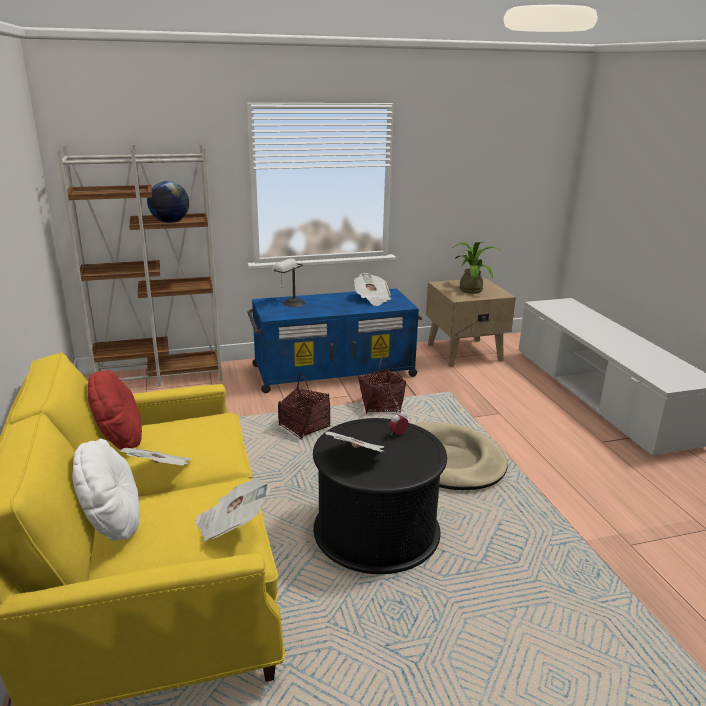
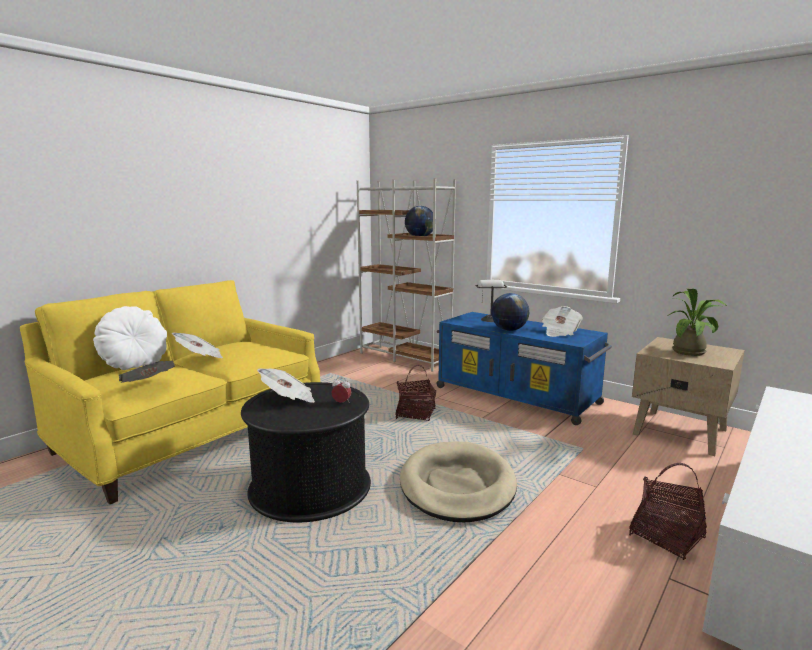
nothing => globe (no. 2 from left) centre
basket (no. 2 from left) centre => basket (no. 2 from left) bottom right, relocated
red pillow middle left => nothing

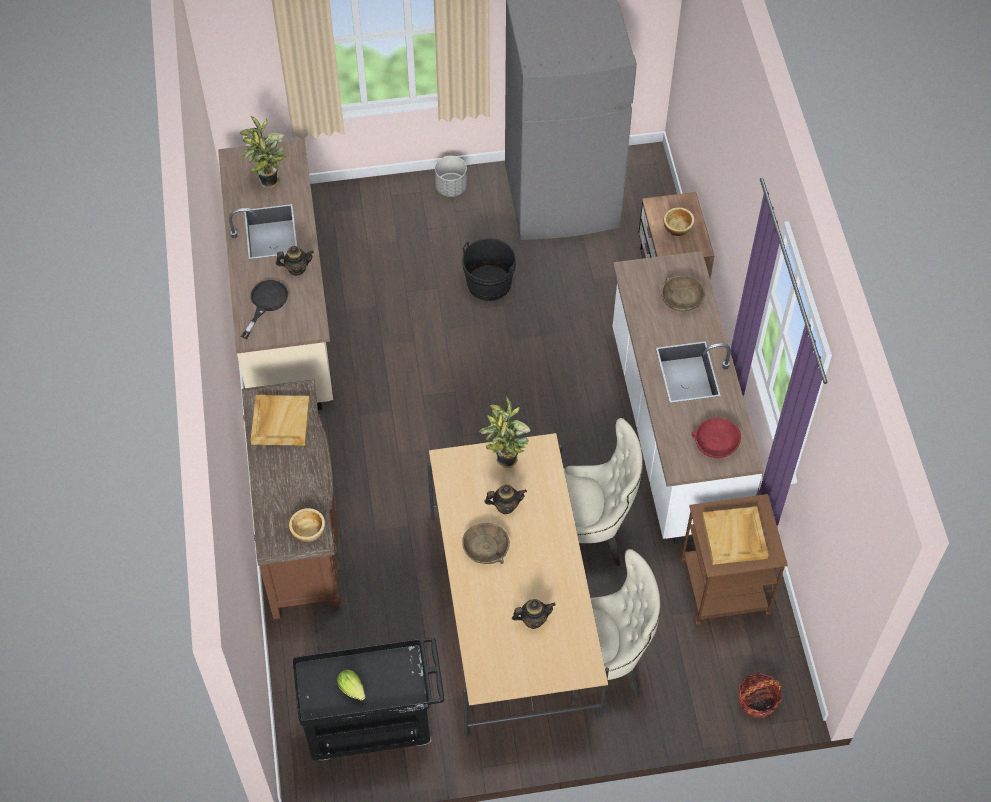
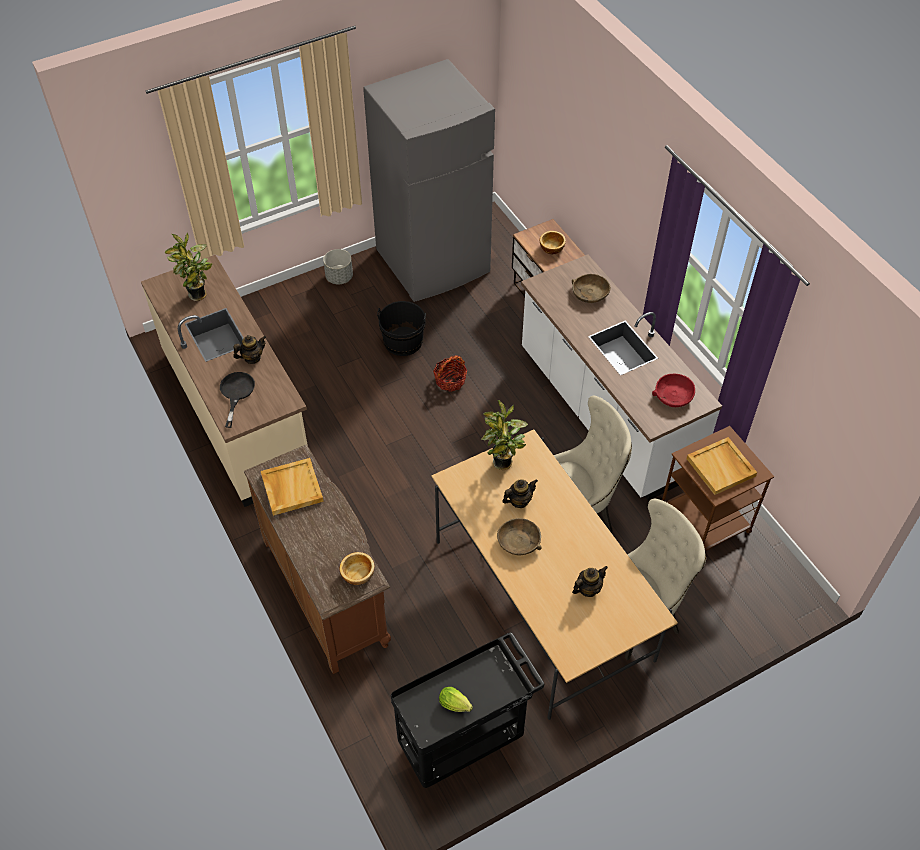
basket bottom right => basket centre, relocated

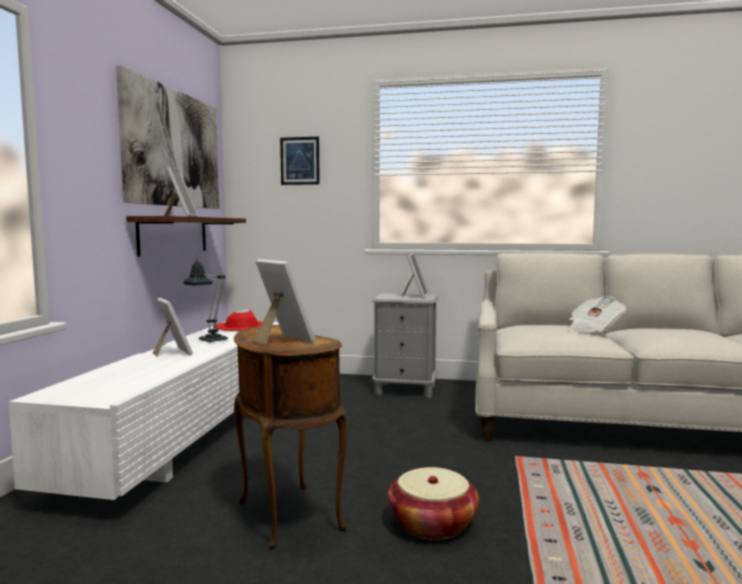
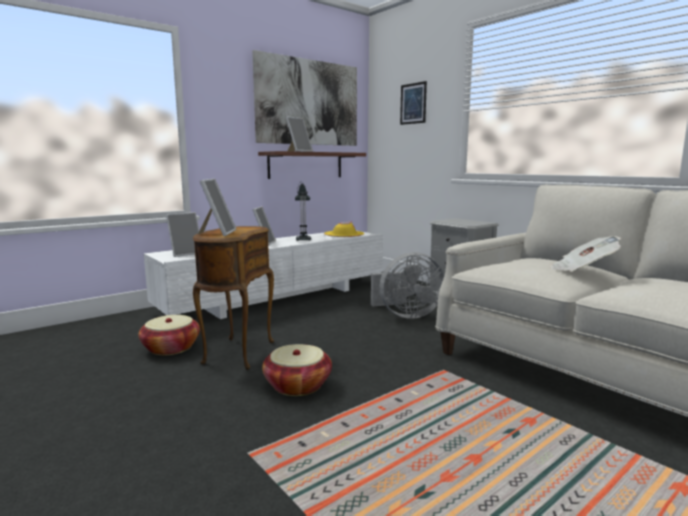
nothing => basket (no. 1 from left) middle left
picture frame (no. 4 from left in the first image) centre => picture frame (no. 1 from left) middle left, relocated
red hat middle left => yellow hat centre
nothing => grey fan centre

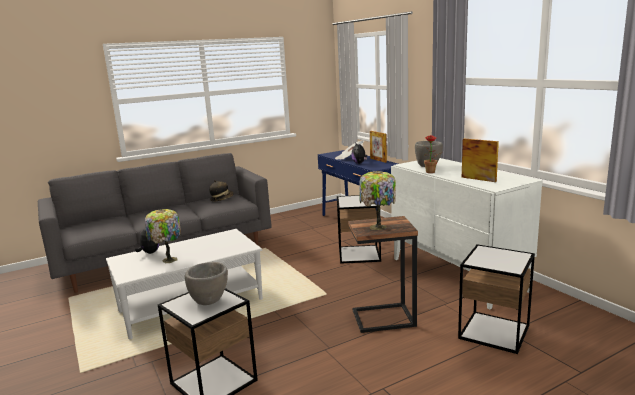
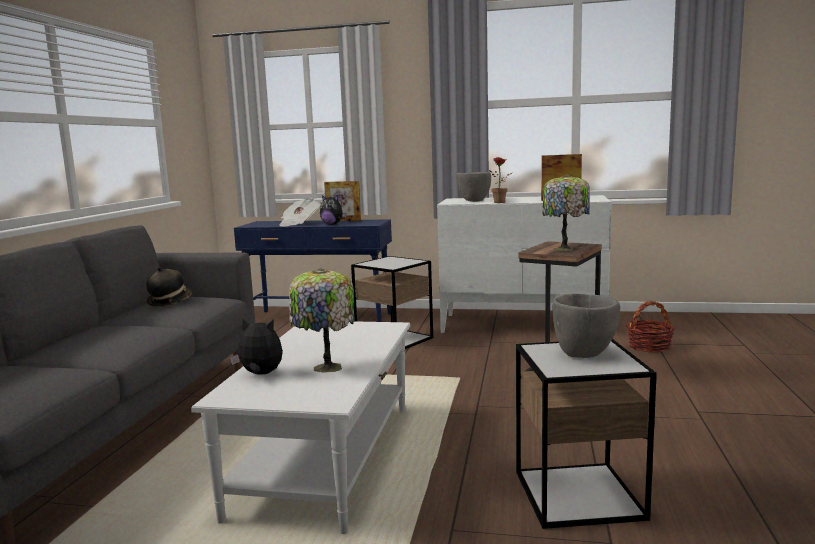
side table (no. 4 from left) bottom right => basket middle right

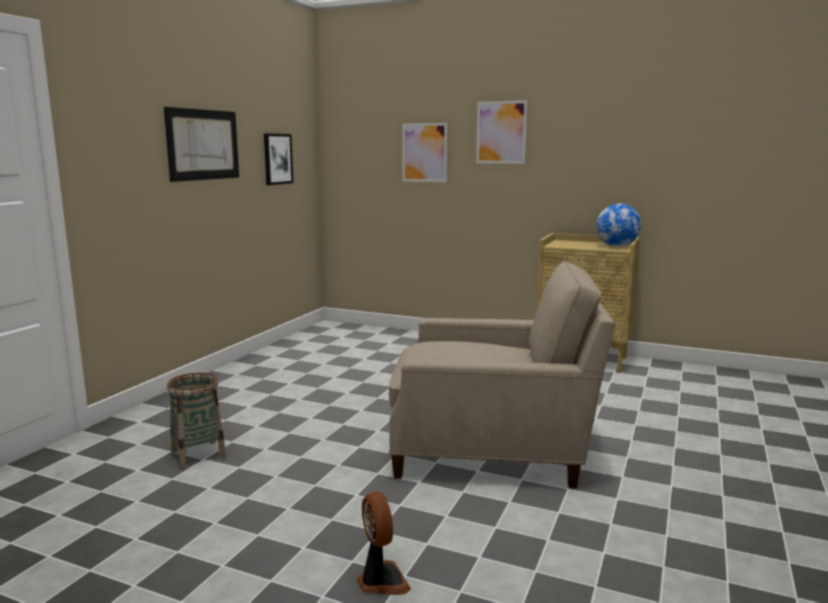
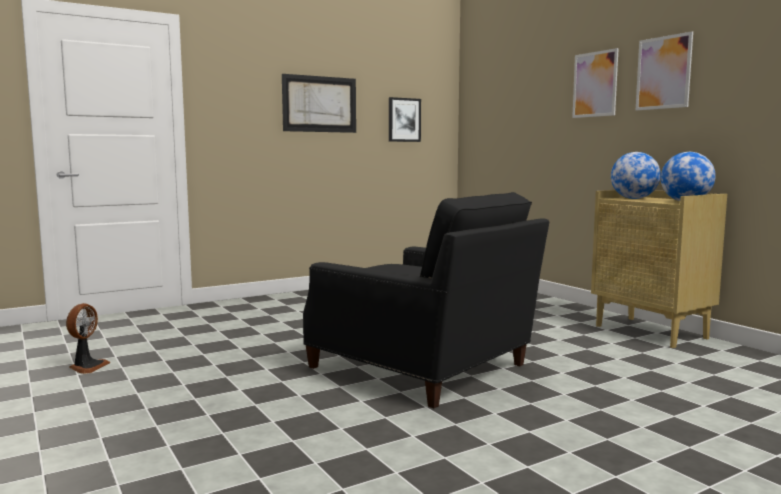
fan bottom centre => fan bottom left, relocated
beige armchair centre => black armchair centre
nothing => globe (no. 1 from left) middle right
picture (no. 3 from left in the first image) top centre => picture (no. 4 from left) top right, relocated
basket bottom left => nothing

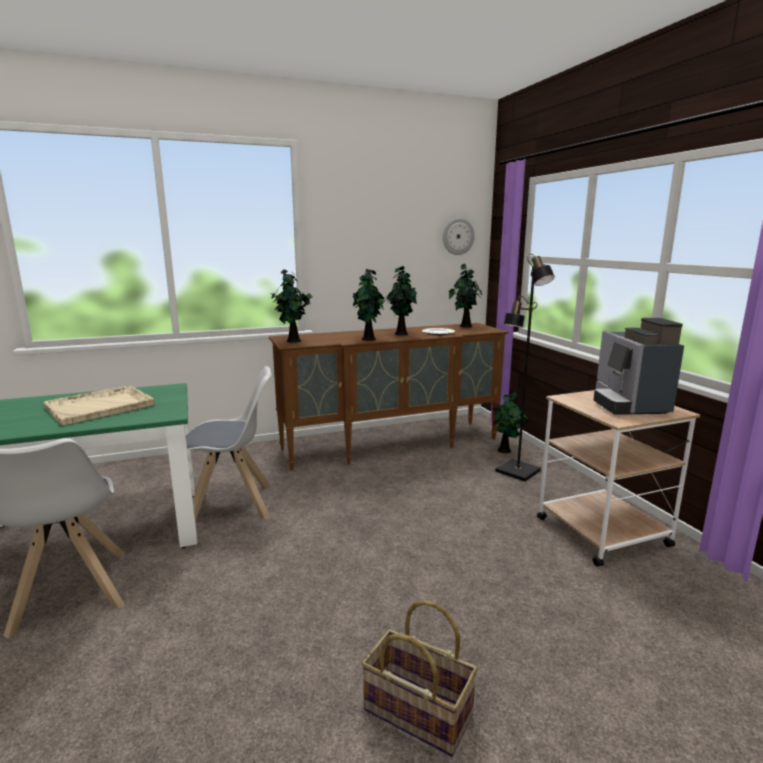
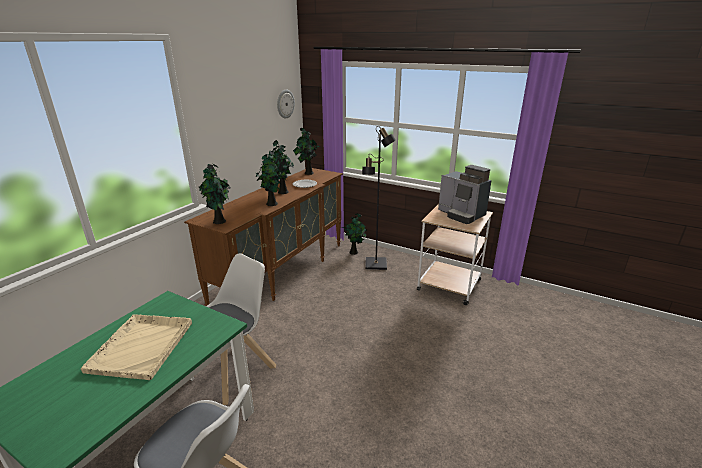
basket bottom centre => nothing

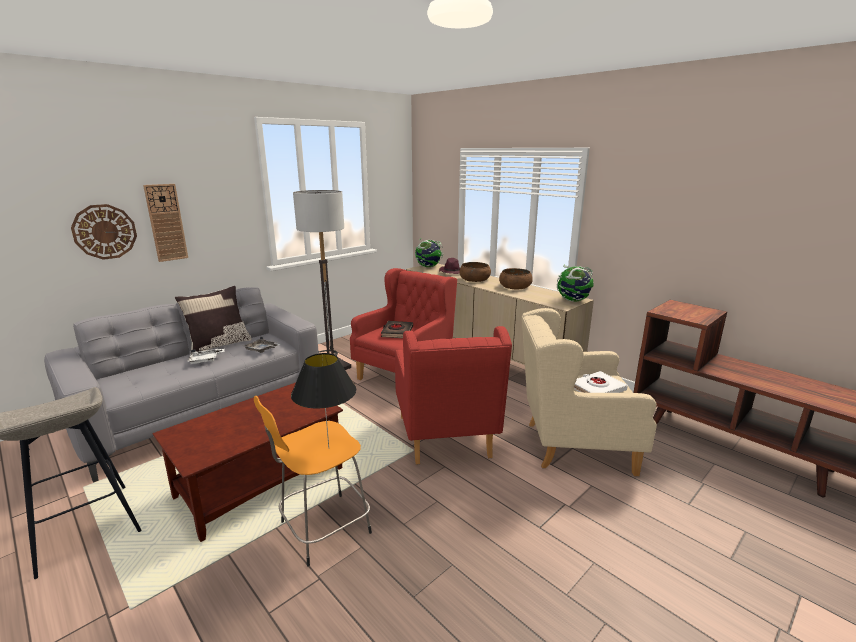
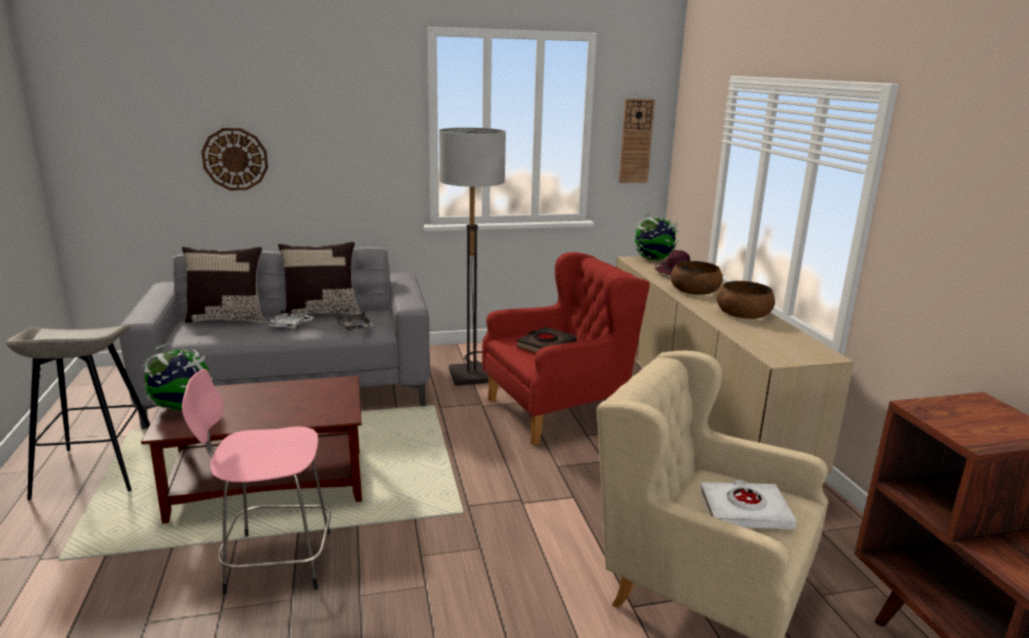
globe (no. 2 from left in the first image) middle right => globe (no. 1 from left) middle left, relocated
nothing => pillow (no. 1 from left) middle left
orange stool bottom centre => pink stool bottom left
wall clock (no. 2 from left) middle left => wall clock (no. 2 from left) top centre, relocated
black table lamp centre => nothing
red armchair (no. 2 from left) centre => nothing

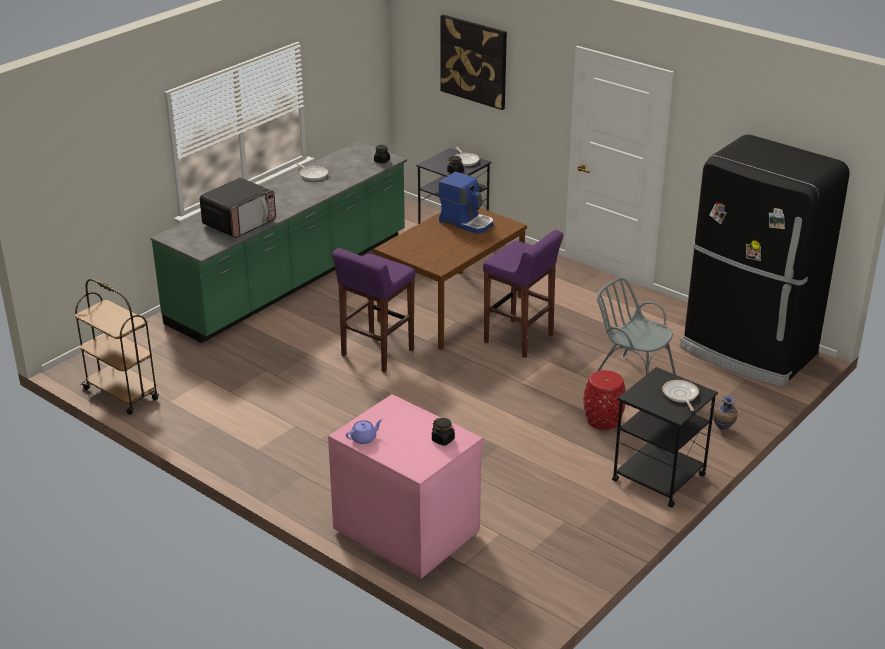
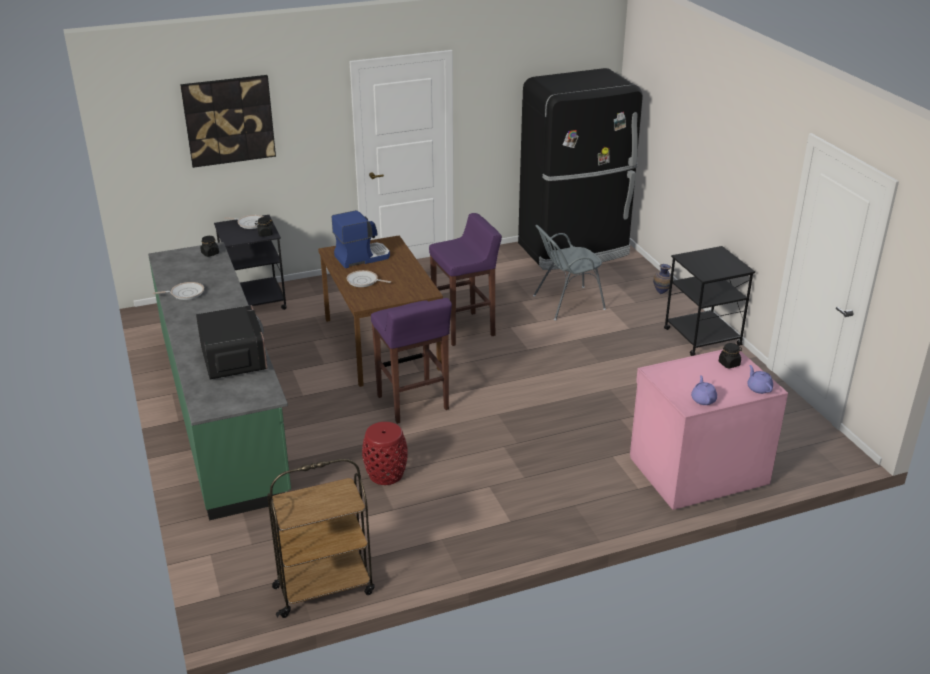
frying pan (no. 3 from left) middle right => frying pan (no. 3 from left) centre, relocated
red stool middle right => red stool bottom centre, relocated
nothing => purple teapot (no. 2 from left) middle right

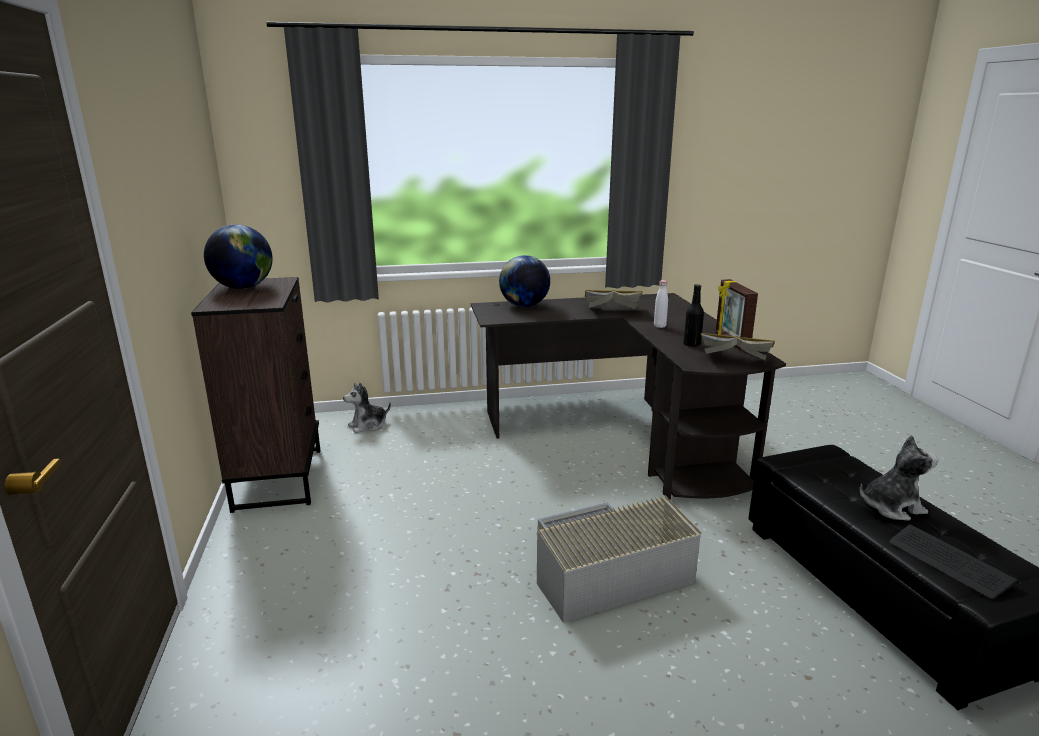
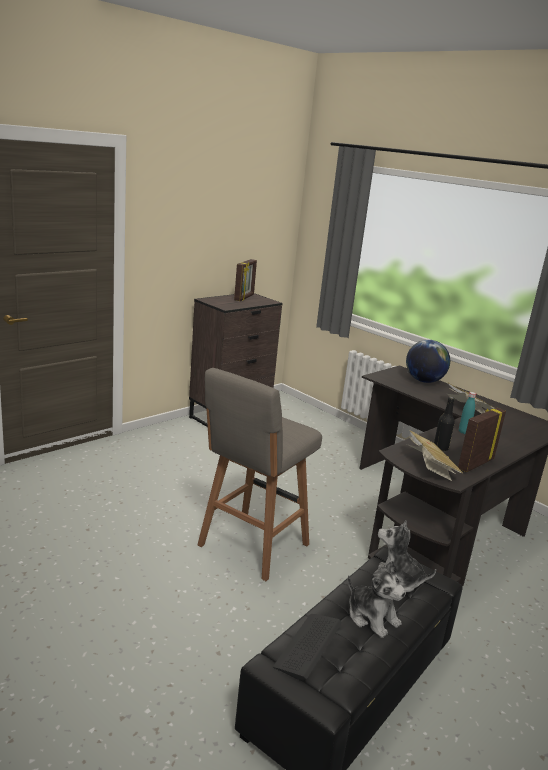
grey storage box bottom centre => grey stool centre
globe (no. 1 from left) middle left => picture frame (no. 1 from left) centre
plush toy (no. 1 from left in the first image) centre => plush toy (no. 2 from left) bottom right, relocated
white bottle centre => turquoise bottle middle right

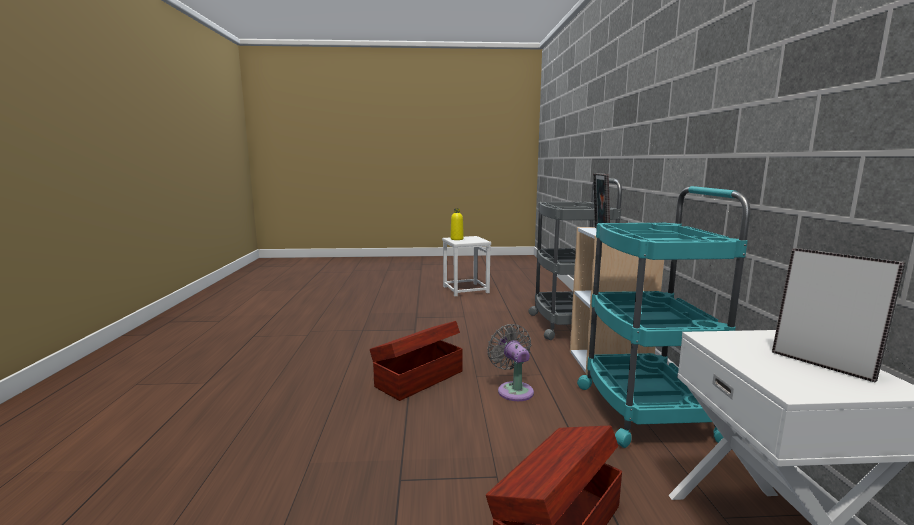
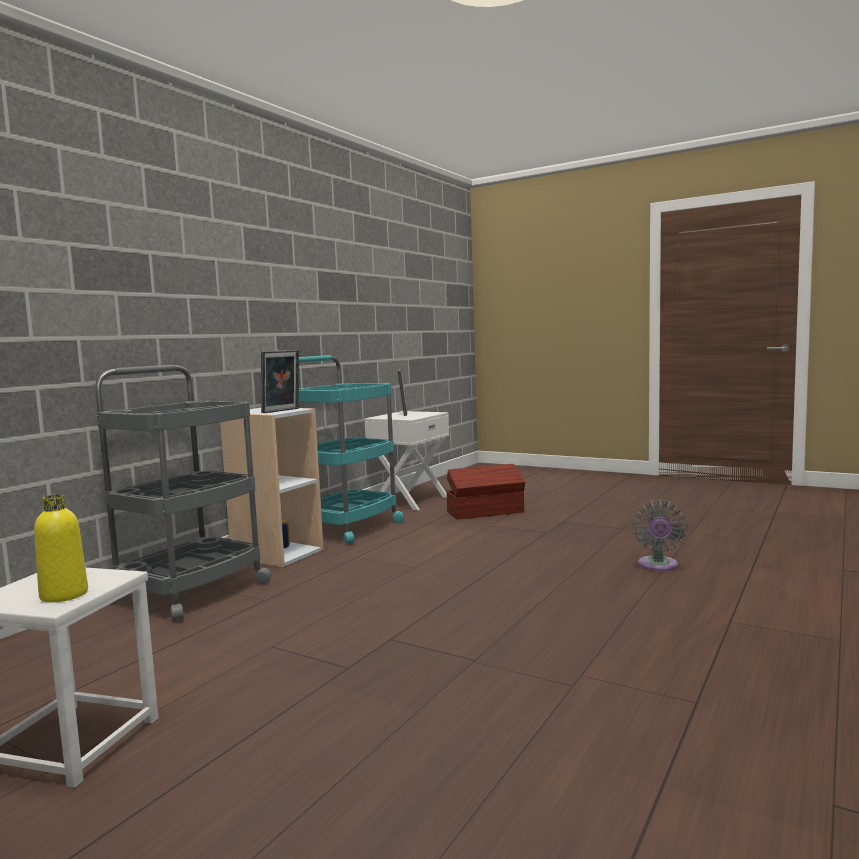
grey fan bottom centre => grey fan middle right, relocated
brown storage box (no. 1 from left) bottom centre => nothing

